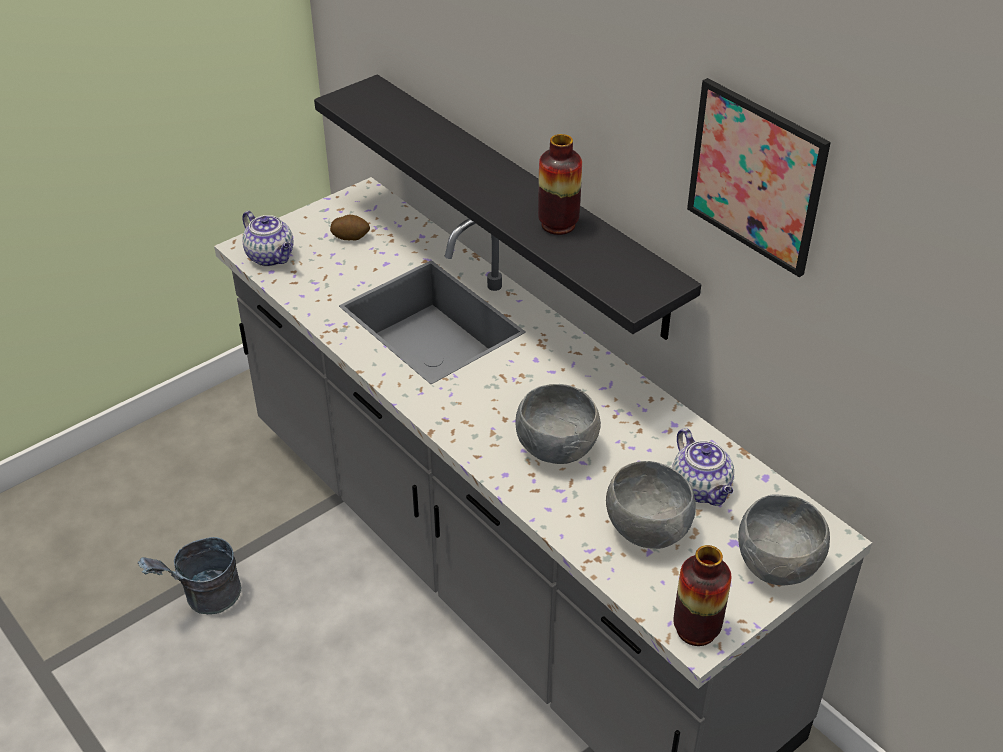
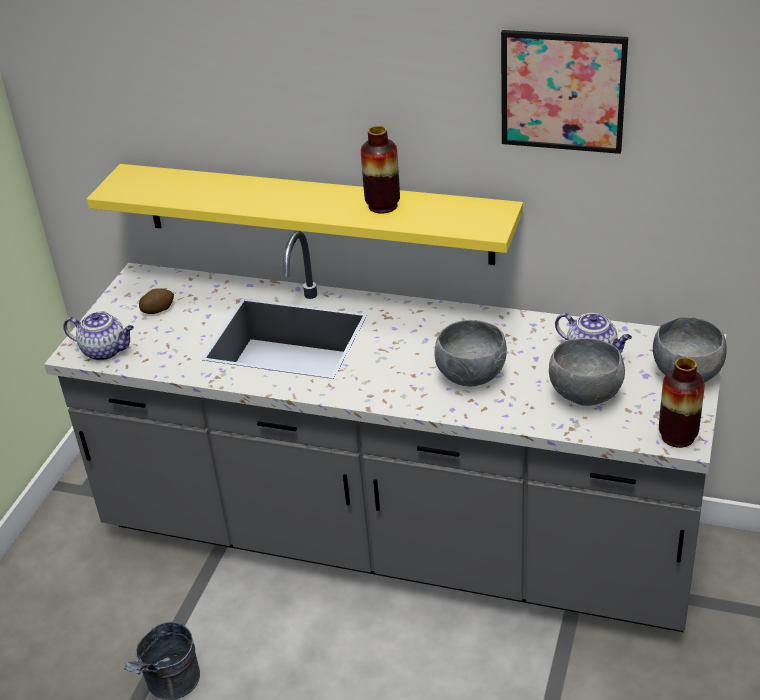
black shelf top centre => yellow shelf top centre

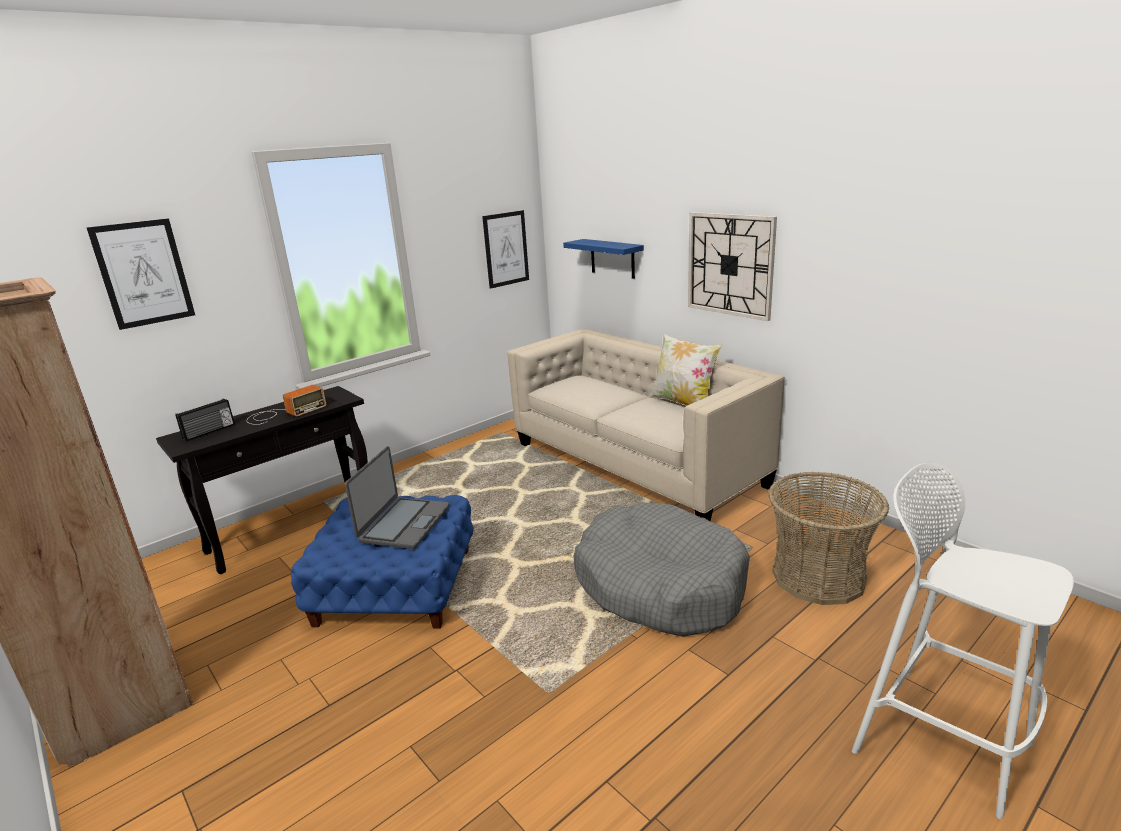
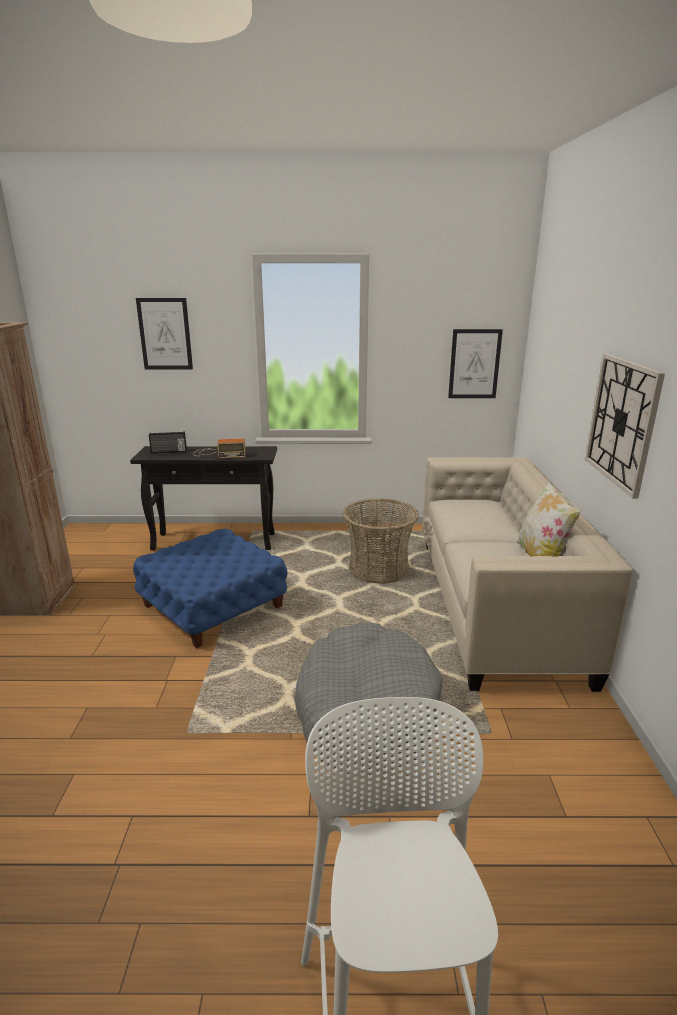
basket middle right => basket centre, relocated
laptop centre => nothing
blue shelf top centre => nothing

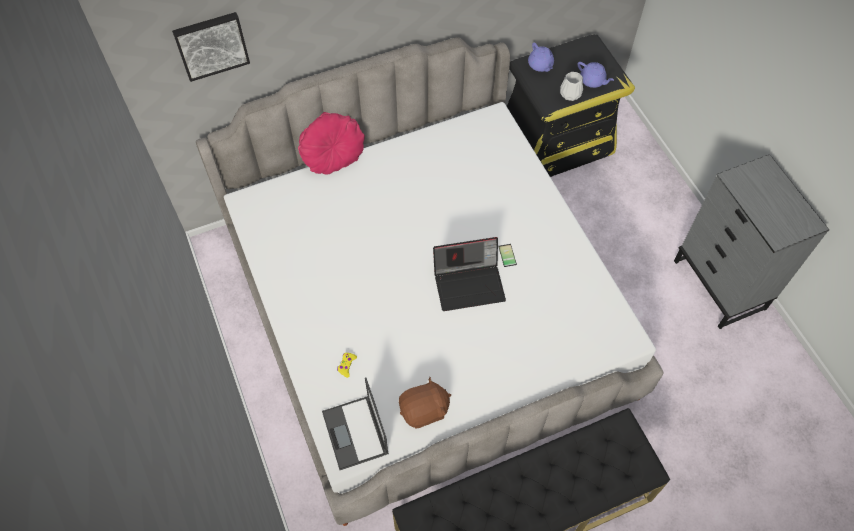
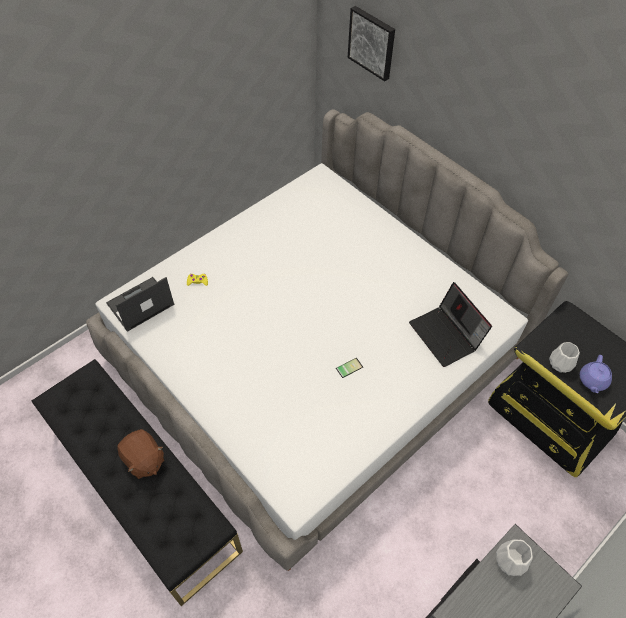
brown plush toy bottom centre => brown plush toy bottom left, relocated
laptop (no. 2 from left) centre => laptop (no. 2 from left) middle right, relocated
nothing => white vase (no. 1 from left) bottom right
pink pillow top centre => nothing
purple teapot (no. 1 from left) top centre => nothing

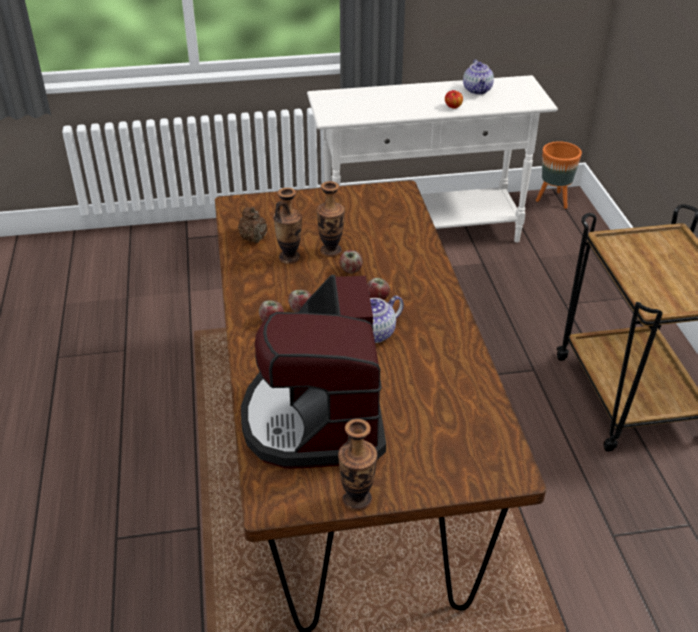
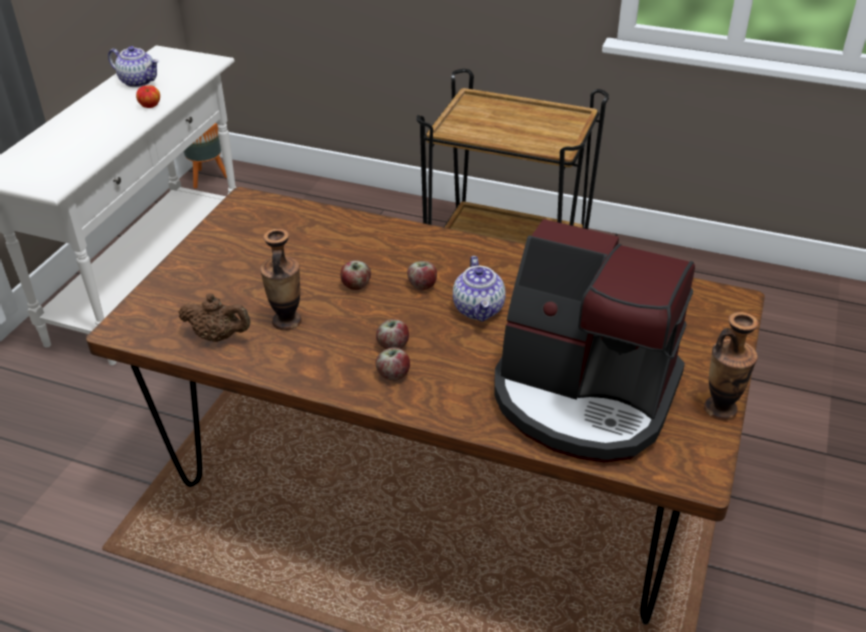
vase (no. 2 from left) centre => nothing

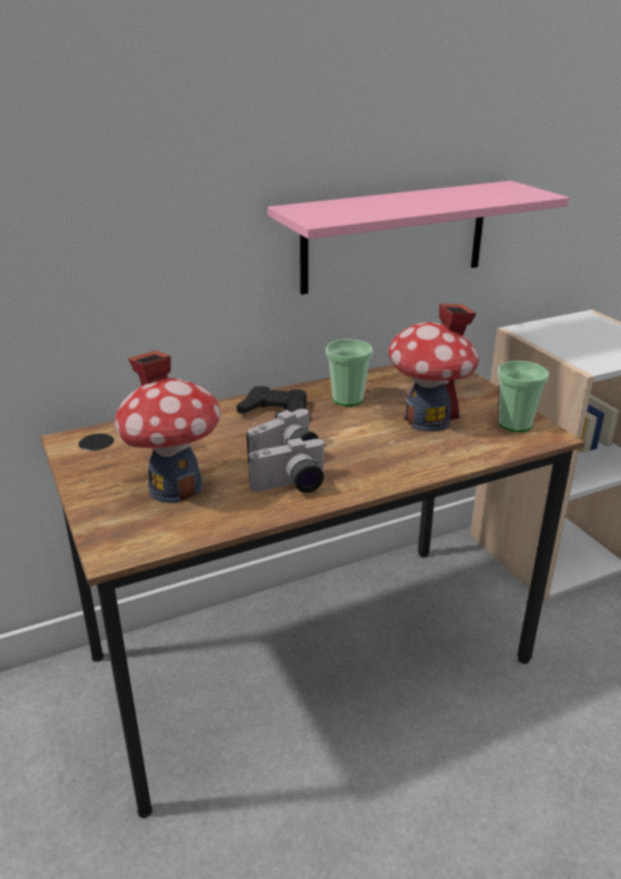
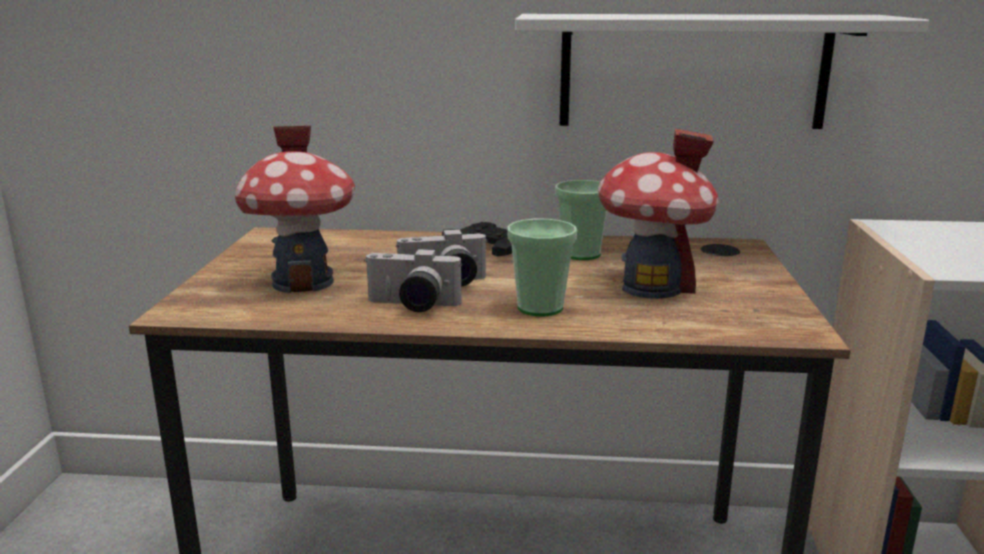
cup (no. 2 from left in the first image) middle right => cup (no. 1 from left) centre, relocated
pink shelf top right => white shelf top right

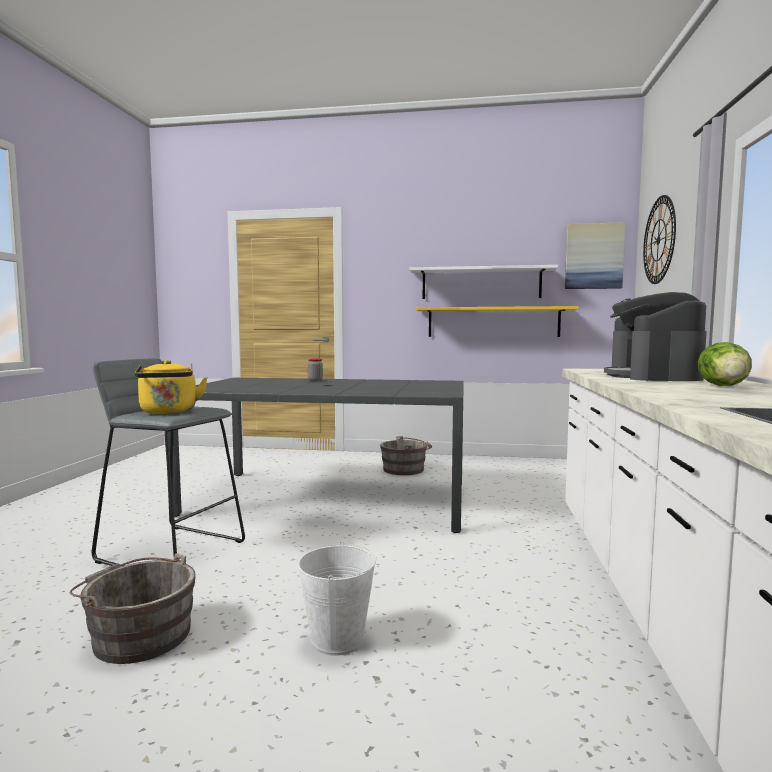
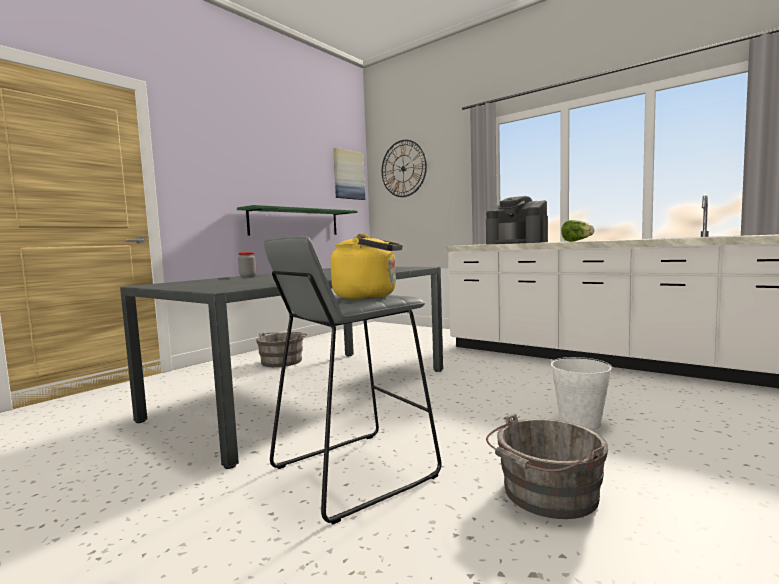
yellow shelf centre => green shelf centre
white shelf centre => nothing

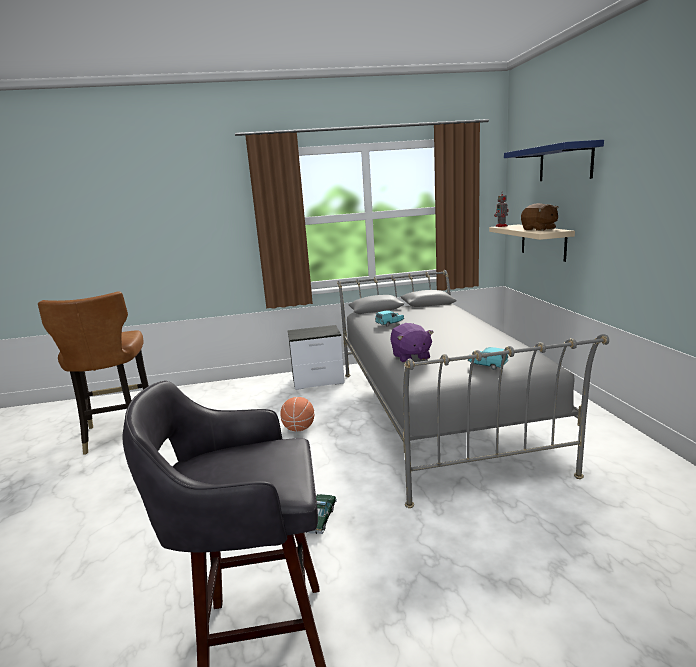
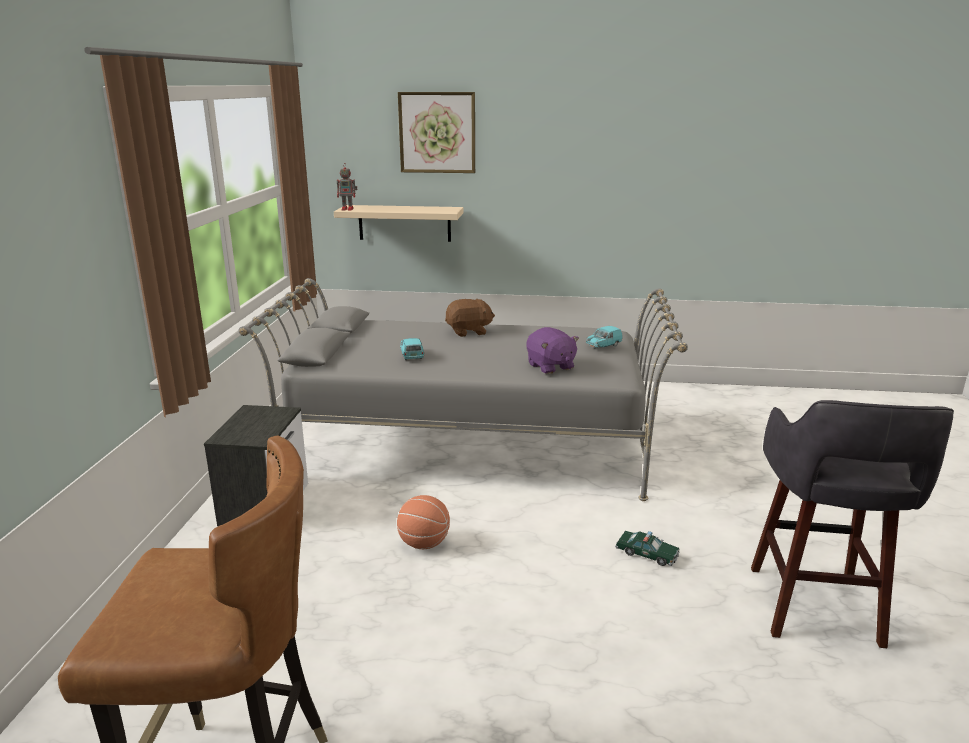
blue shelf top right => picture top centre
brown plush toy top right => brown plush toy centre, relocated
purple plush toy centre, 60 degrees clockwise

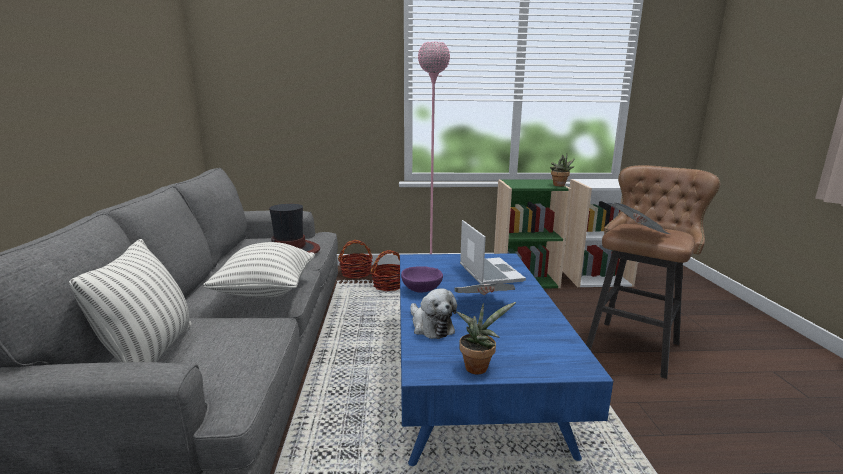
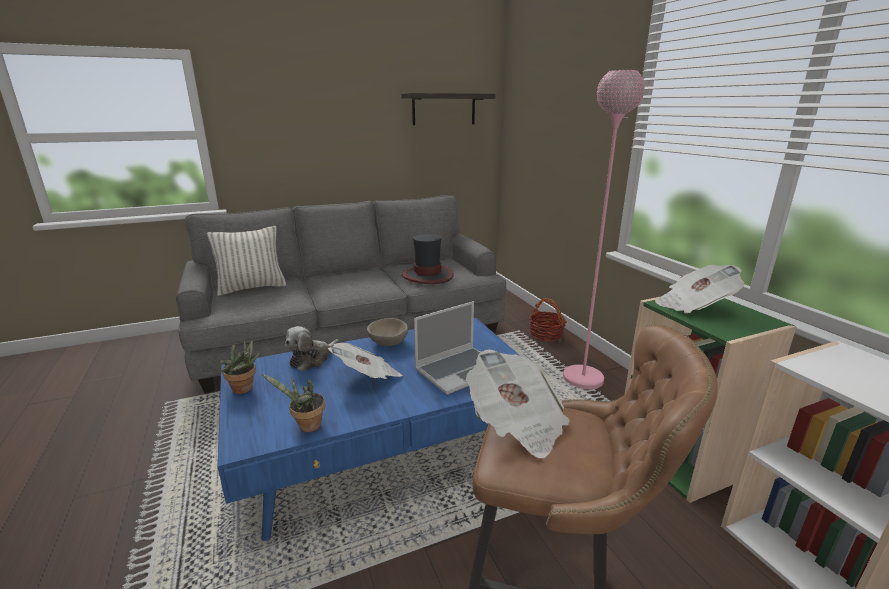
potted plant (no. 2 from left) middle right => potted plant (no. 2 from left) bottom left, relocated
purple bowl centre => beige bowl centre
nothing => shelf top centre
nothing => newspaper (no. 3 from left) middle right
pillow (no. 2 from left) middle left => nothing
basket (no. 2 from left) centre => nothing

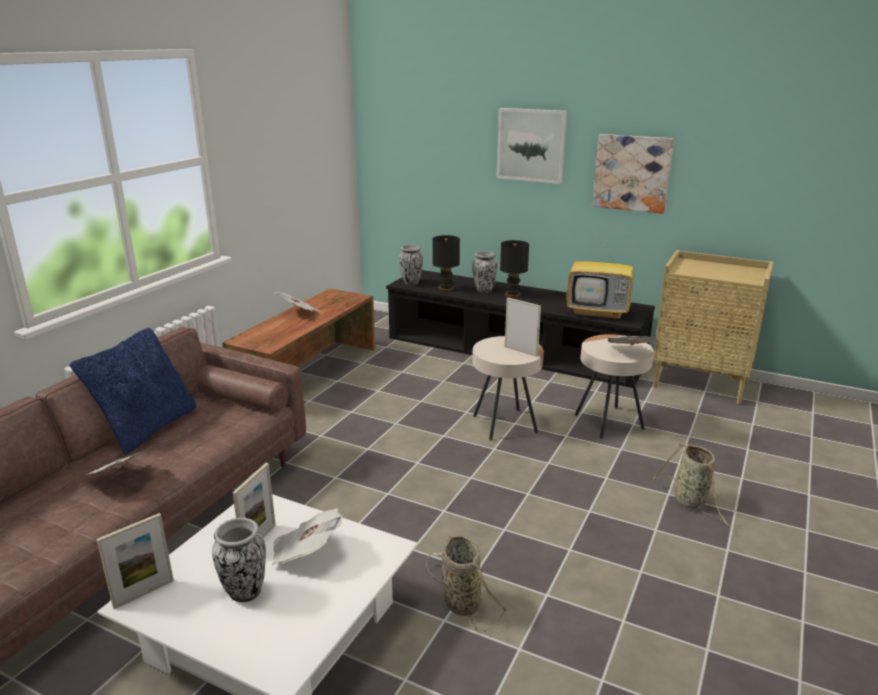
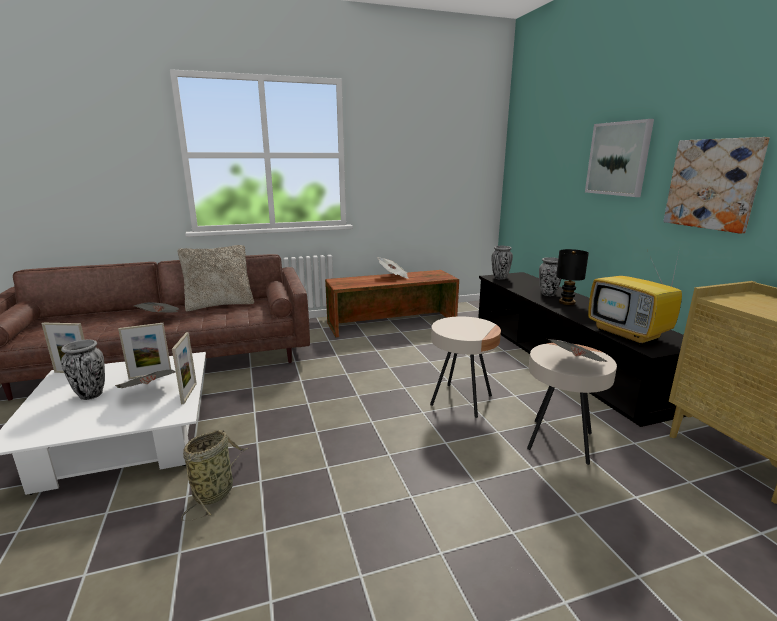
picture frame (no. 3 from left) centre => picture frame (no. 3 from left) middle left, relocated
blue pillow middle left => beige pillow middle left
black table lamp (no. 1 from left) centre => nothing
basket (no. 2 from left) bottom right => nothing

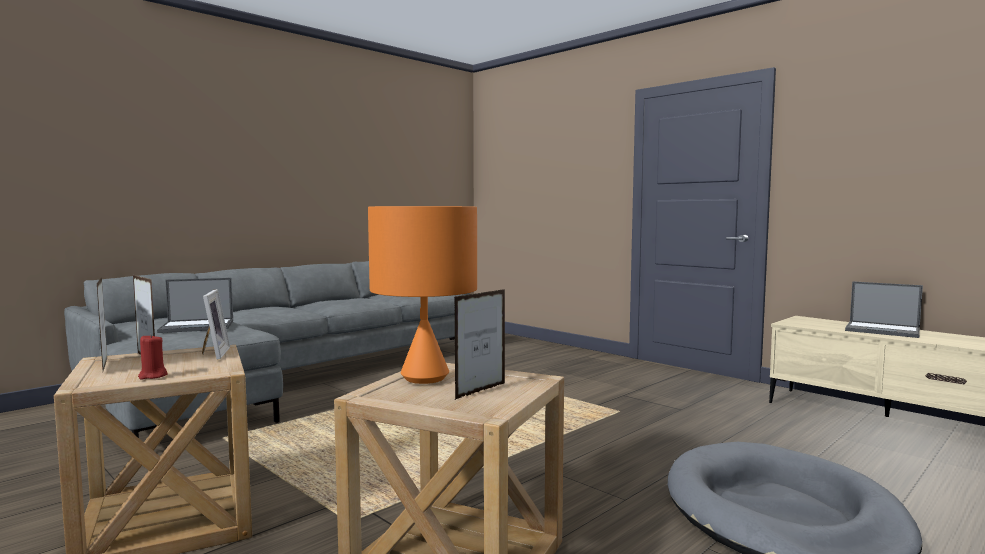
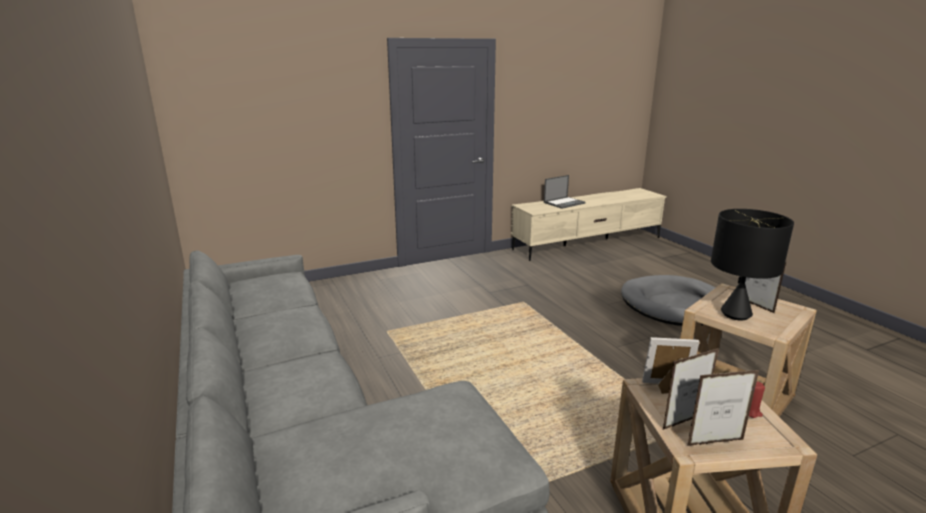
orange table lamp centre => black table lamp middle right
laptop (no. 1 from left) middle left => nothing

